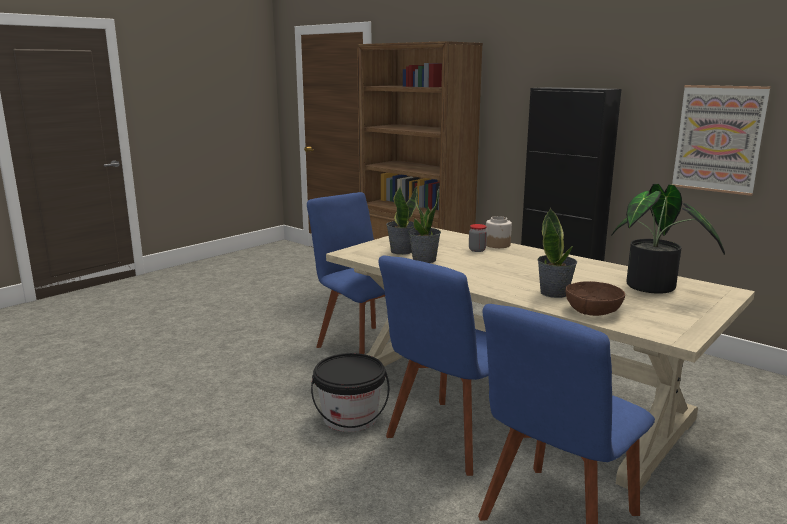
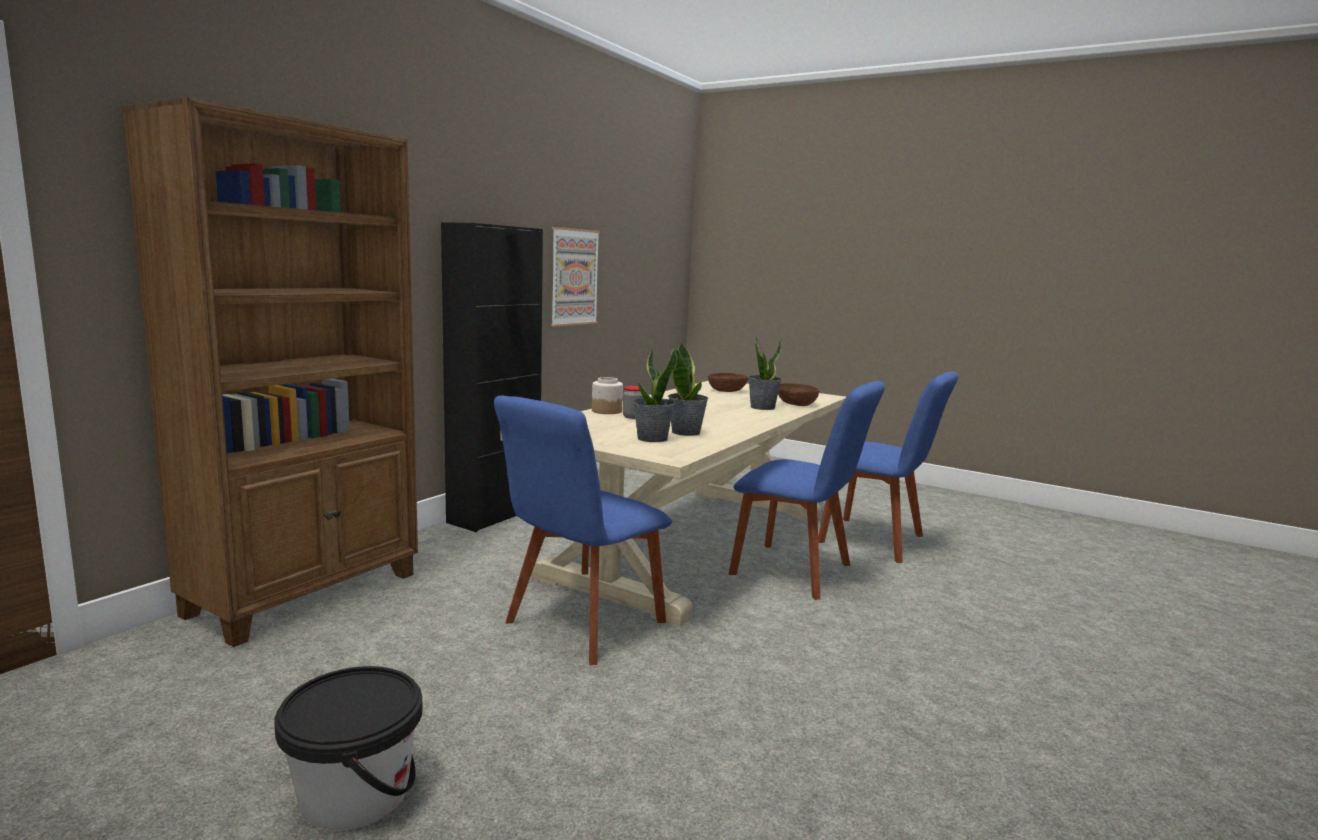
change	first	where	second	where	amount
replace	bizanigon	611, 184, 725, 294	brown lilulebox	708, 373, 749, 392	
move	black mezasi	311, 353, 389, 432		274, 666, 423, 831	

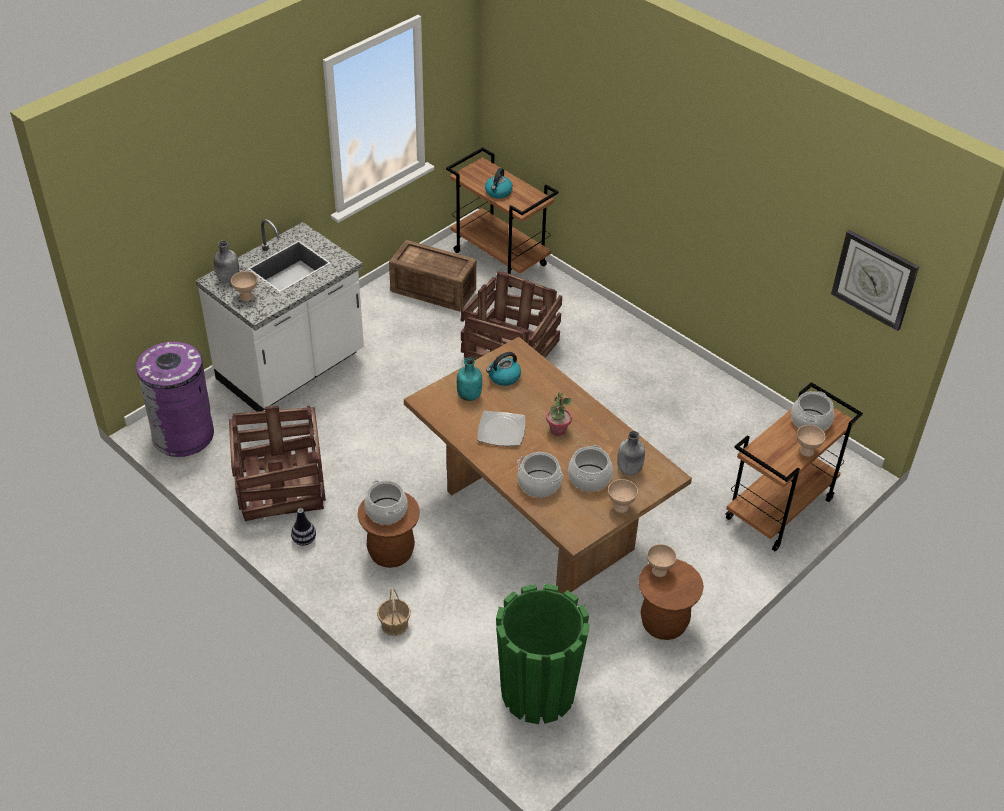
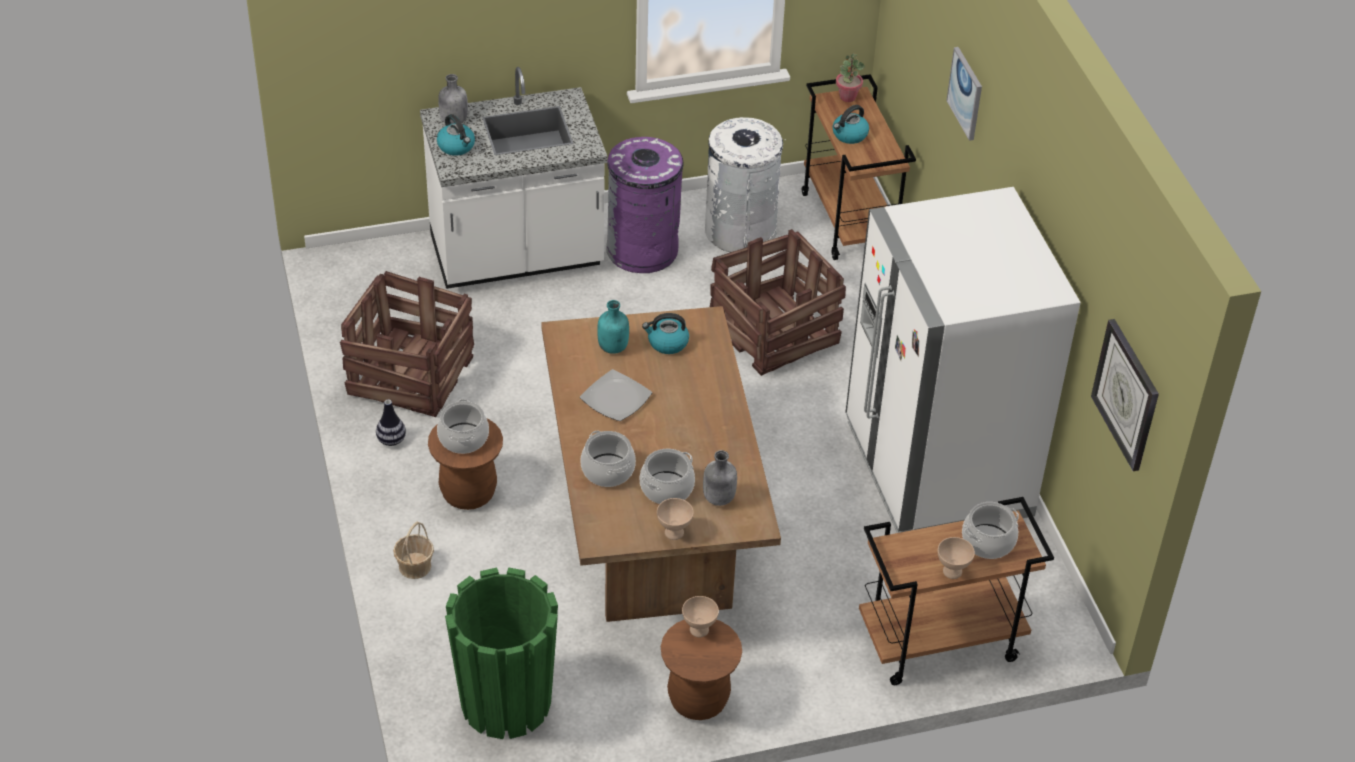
change	first	where	second	where	amount
replace	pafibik	389, 240, 476, 311	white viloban	705, 117, 786, 252	
replace	beige lilulebox	231, 271, 257, 301	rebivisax	437, 114, 475, 156	
move	purple viloban	136, 342, 214, 457		606, 137, 683, 273	
move	bizanigon	546, 392, 572, 436		836, 53, 865, 102	
insert			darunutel	946, 47, 982, 141	
insert			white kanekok	846, 187, 1080, 533	

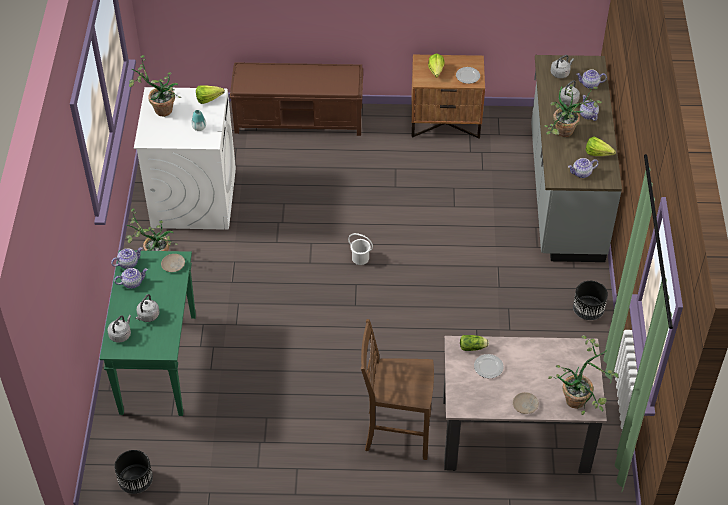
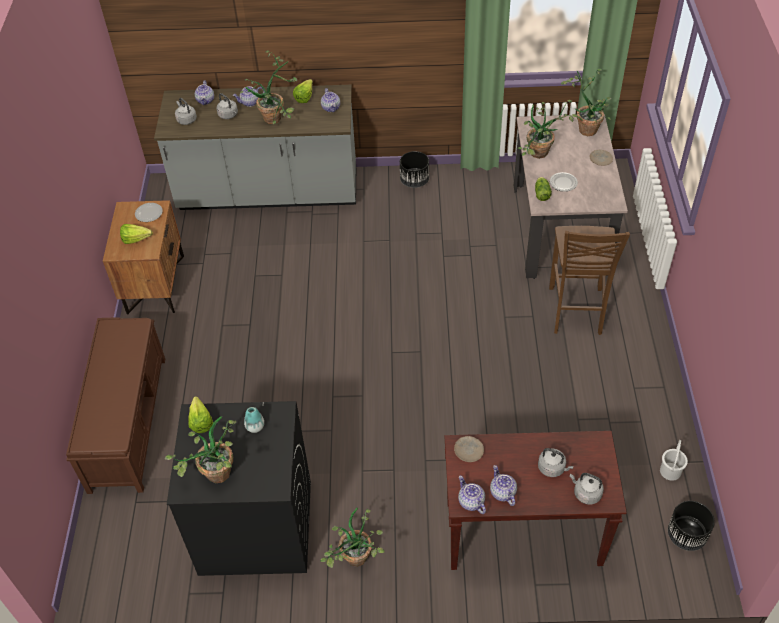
change	first	where	second	where	amount
recolor	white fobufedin	134, 87, 236, 230	black fobufedin	167, 401, 311, 576	
move	white mezasi	348, 233, 373, 265		660, 440, 688, 481	
recolor	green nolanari	100, 250, 196, 416	brown nolanari	445, 431, 627, 570	
insert			bizanigon	518, 100, 578, 159	

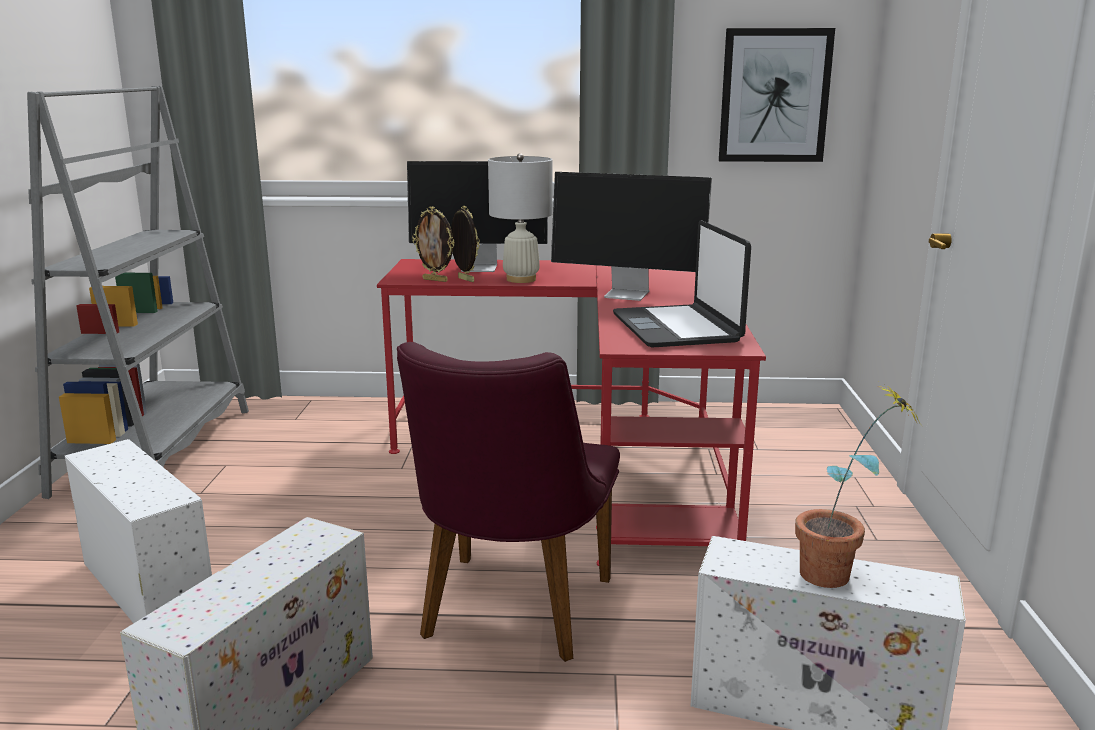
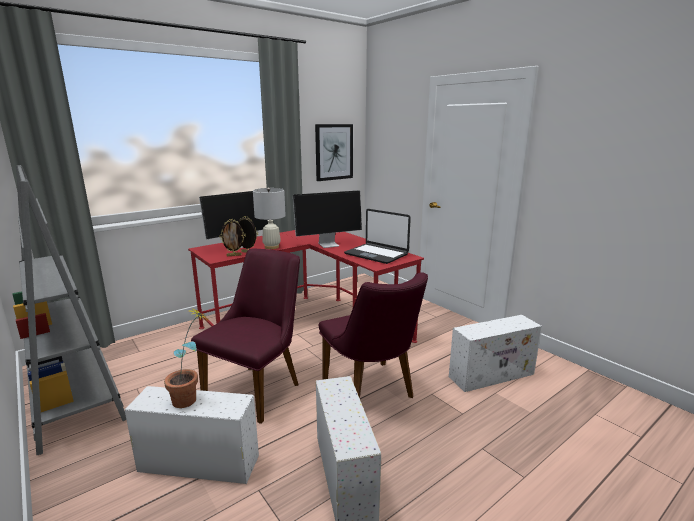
change	first	where	second	where	amount
move	bizanigon	795, 382, 920, 588		164, 307, 211, 408	
insert			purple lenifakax	191, 248, 300, 424	

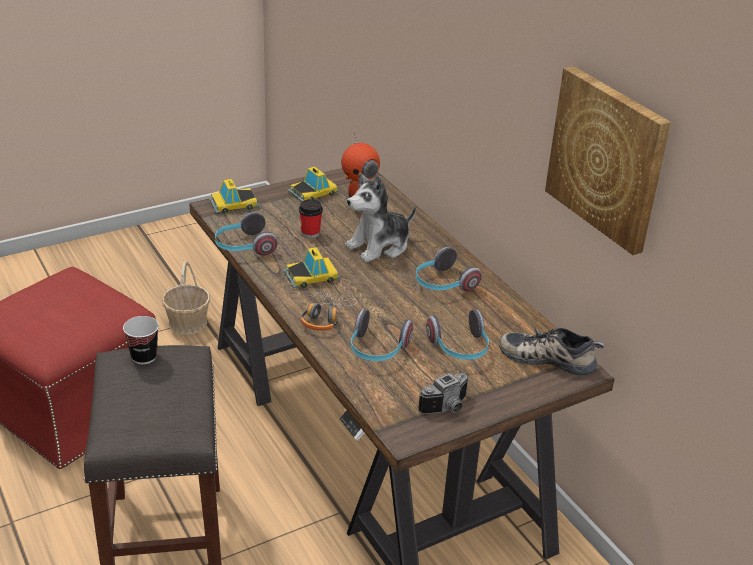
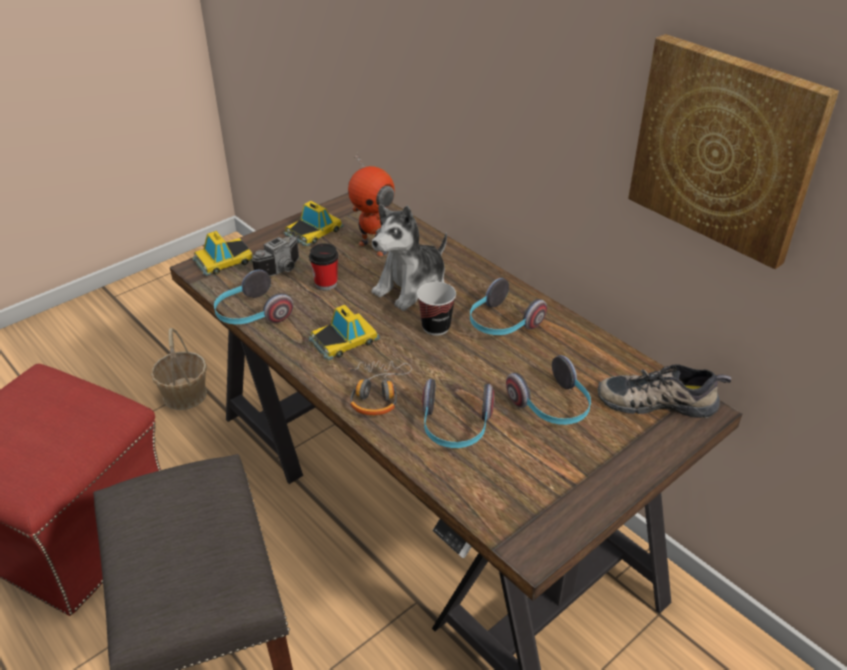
change	first	where	second	where	amount
move	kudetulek	123, 316, 159, 364		417, 282, 456, 336	
move	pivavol	418, 373, 469, 414		252, 236, 299, 276	

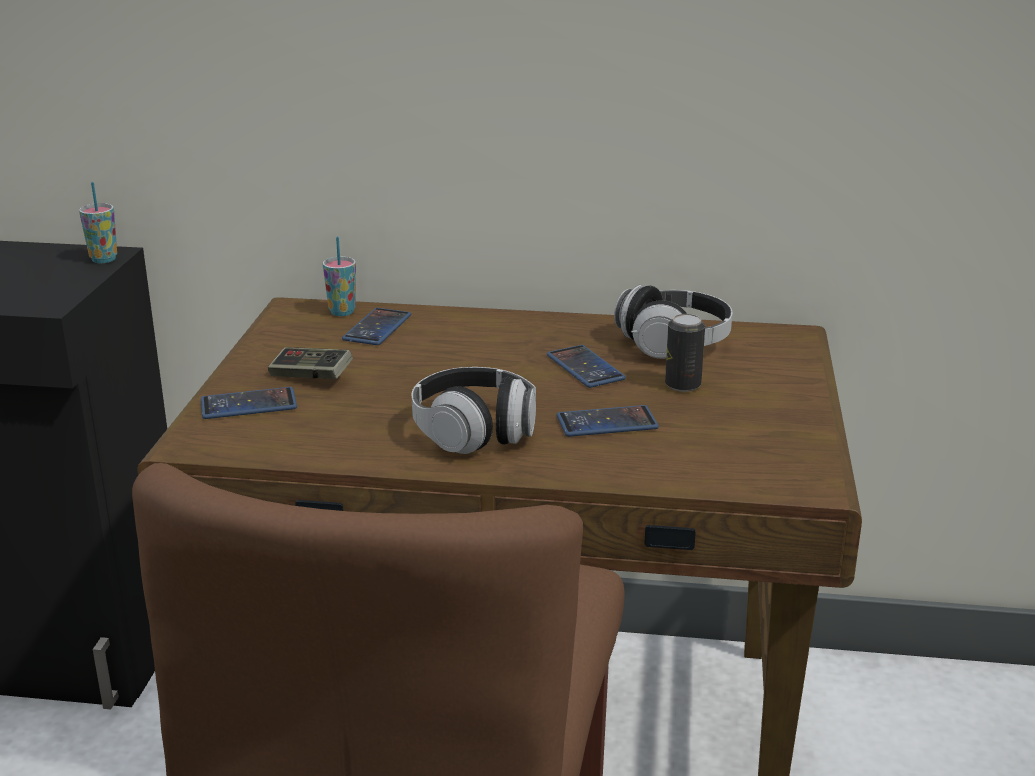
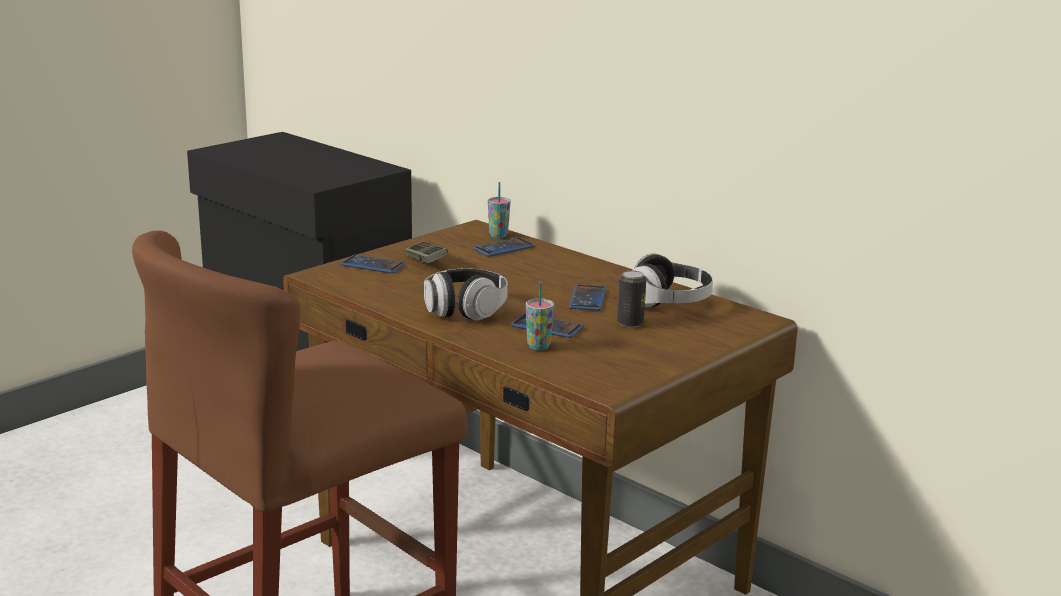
change	first	where	second	where	amount
move	kudetulek	79, 182, 117, 263		526, 281, 554, 350	

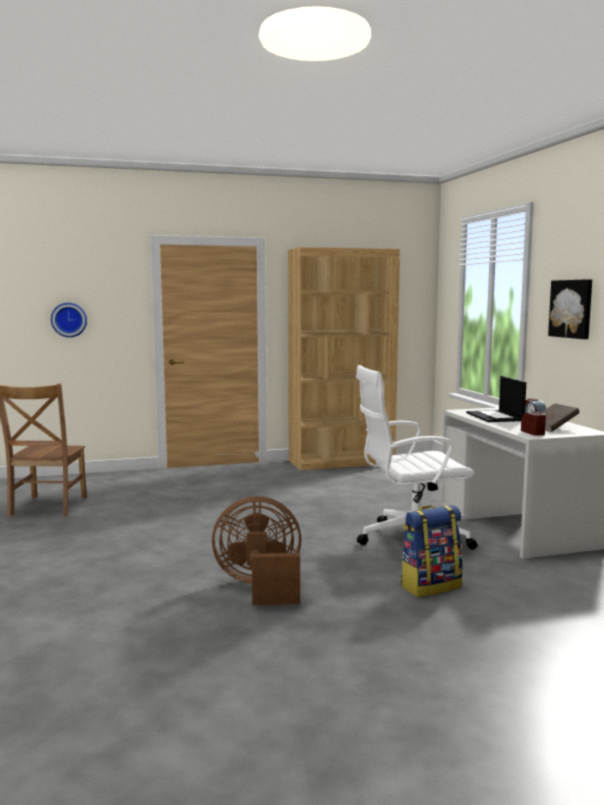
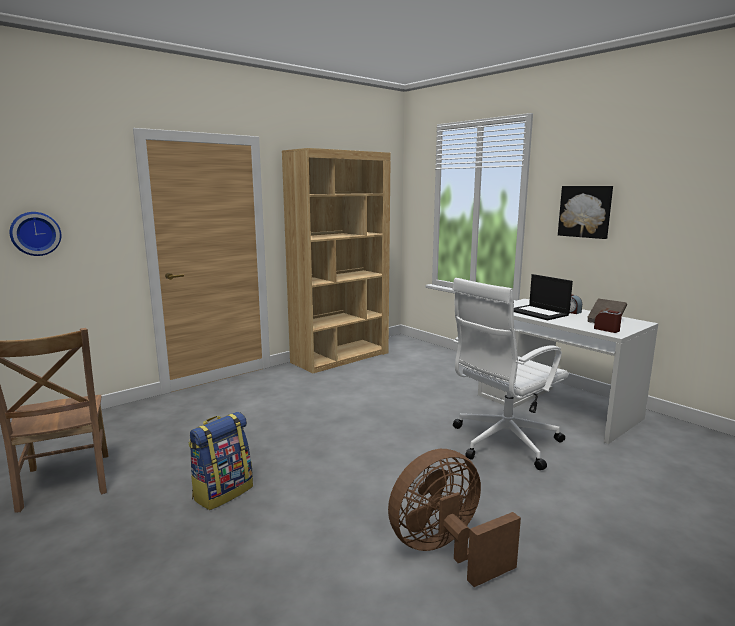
change	first	where	second	where	amount
move	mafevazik	401, 505, 463, 597		188, 412, 253, 510	

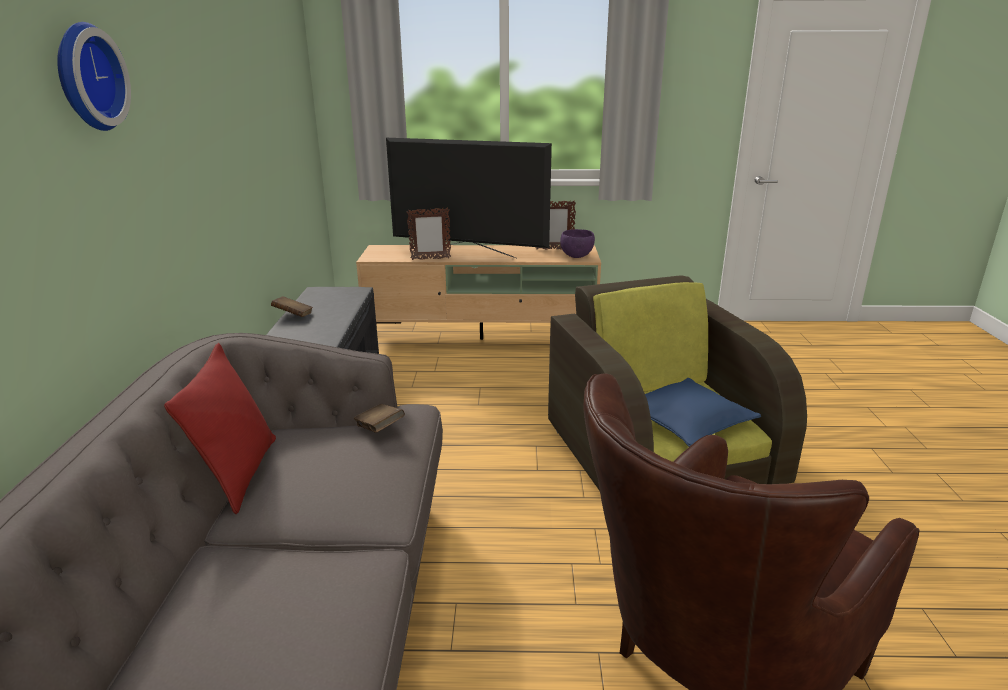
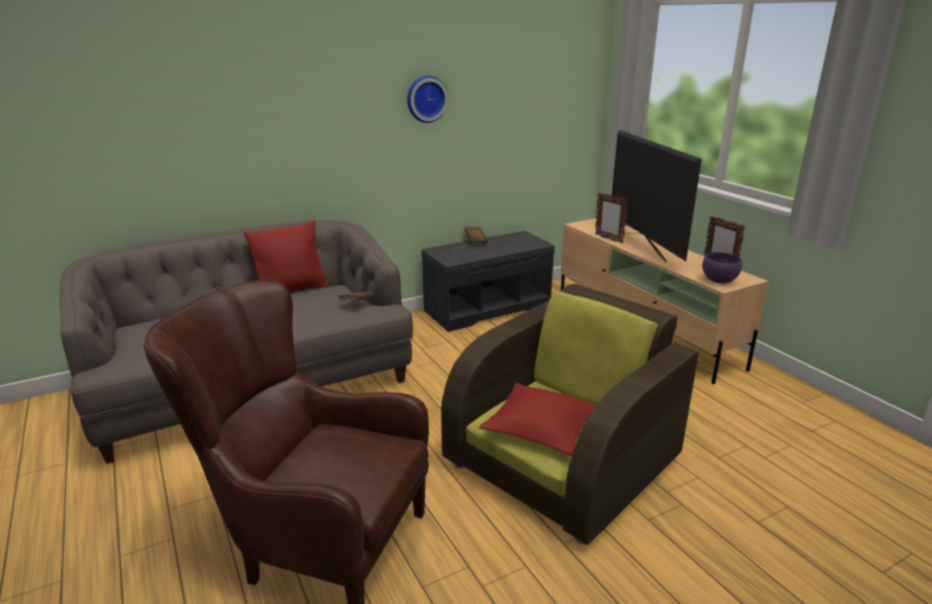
change	first	where	second	where	amount
move	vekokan	57, 22, 131, 131		407, 75, 448, 123	
recolor	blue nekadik	645, 378, 761, 447	red nekadik	479, 383, 597, 456	

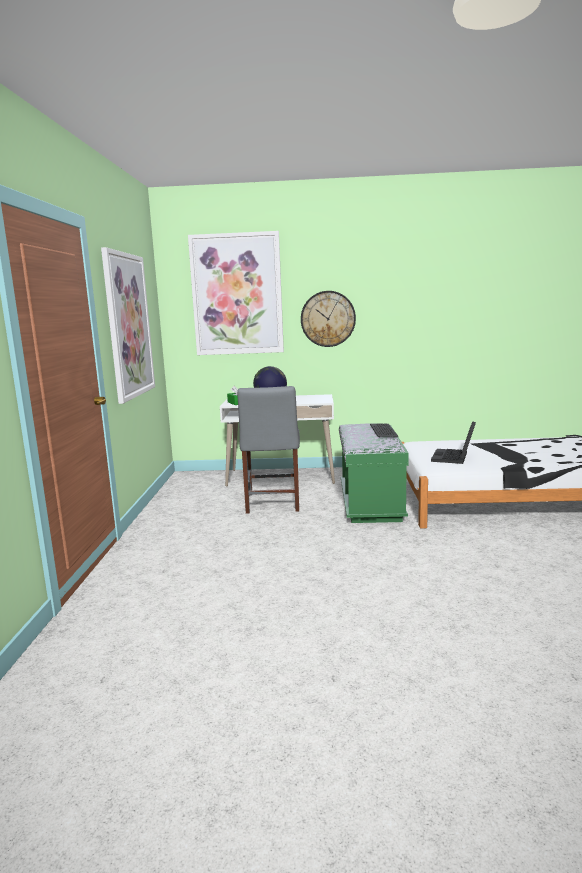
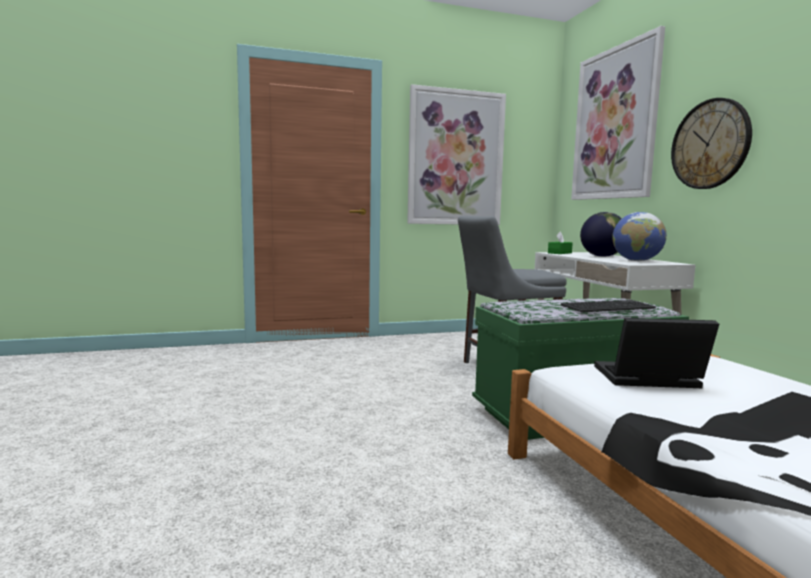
change	first	where	second	where	amount
insert			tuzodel	612, 212, 667, 261	

